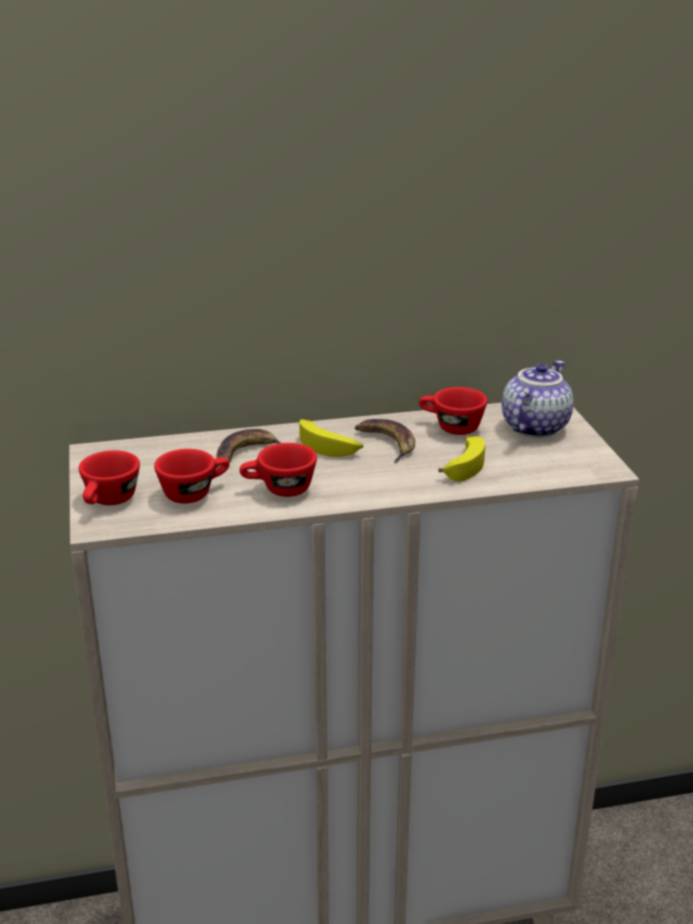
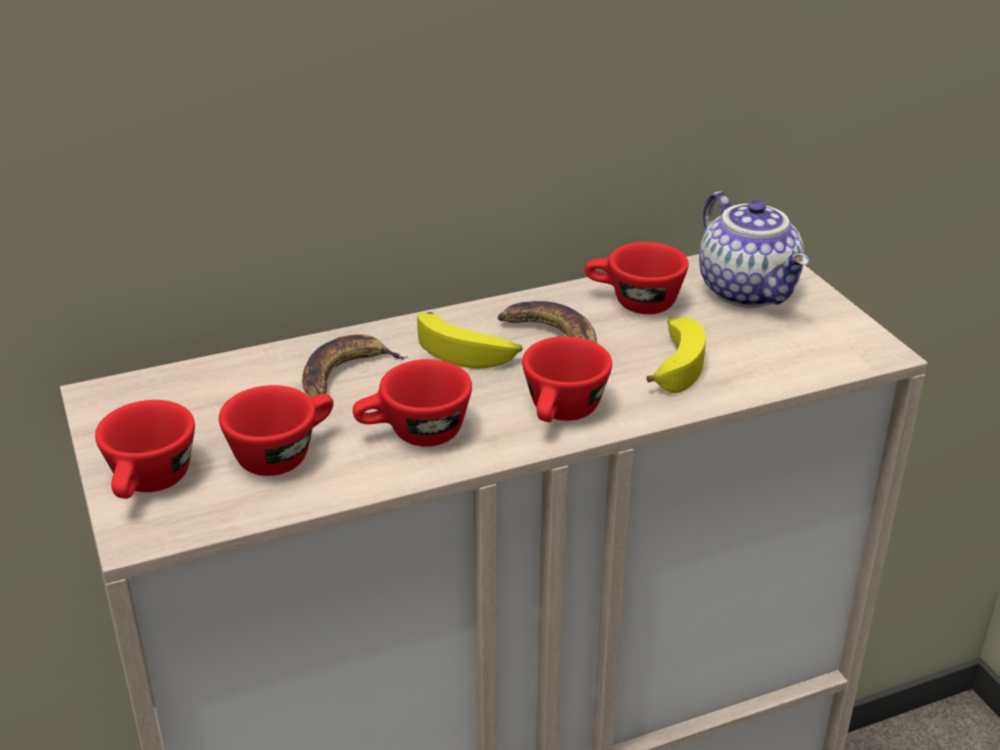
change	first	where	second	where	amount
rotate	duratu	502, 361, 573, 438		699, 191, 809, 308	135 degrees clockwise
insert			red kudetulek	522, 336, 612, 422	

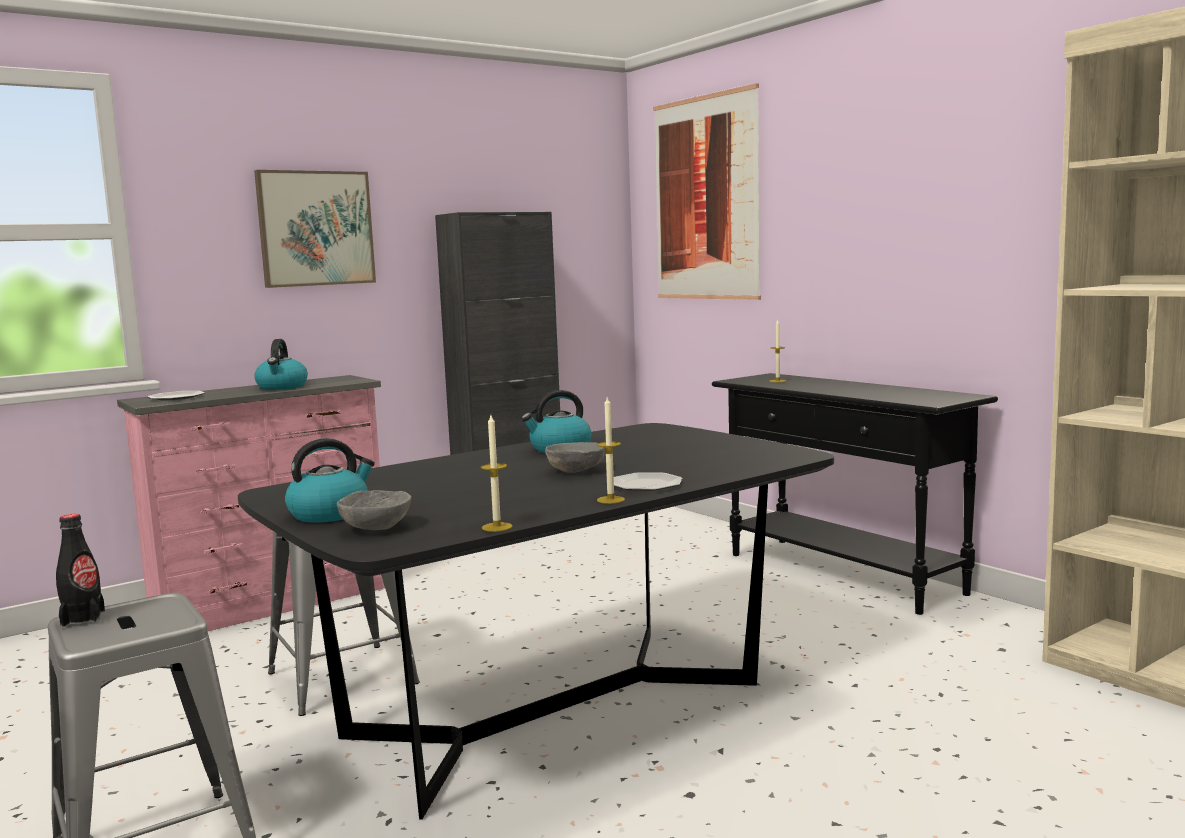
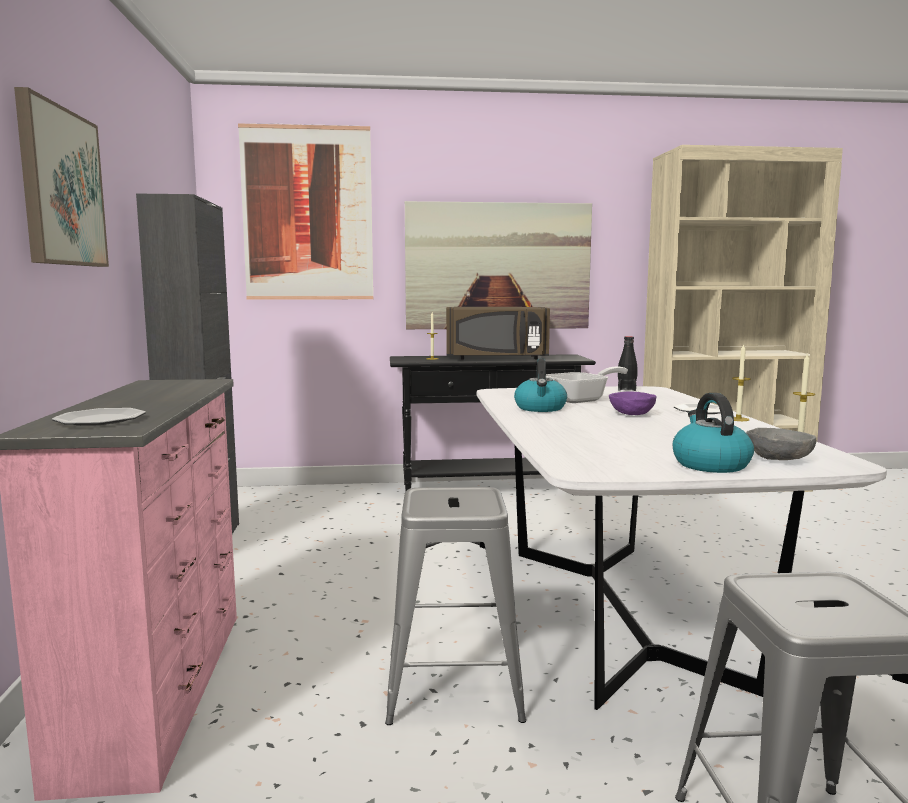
change	first	where	second	where	amount
delete	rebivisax	254, 339, 308, 390			
recolor	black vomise	238, 423, 834, 819	white vomise	477, 386, 887, 710	
recolor	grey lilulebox	545, 442, 605, 473	purple lilulebox	609, 392, 657, 415	
move	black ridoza	56, 514, 105, 627		618, 336, 638, 391	
insert			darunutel	405, 201, 592, 329	
insert			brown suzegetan	446, 307, 550, 360	
insert			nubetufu	546, 366, 628, 403	

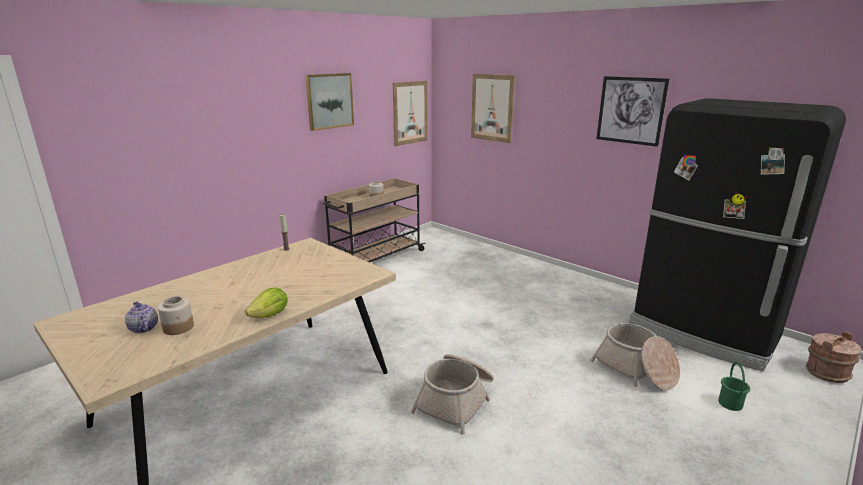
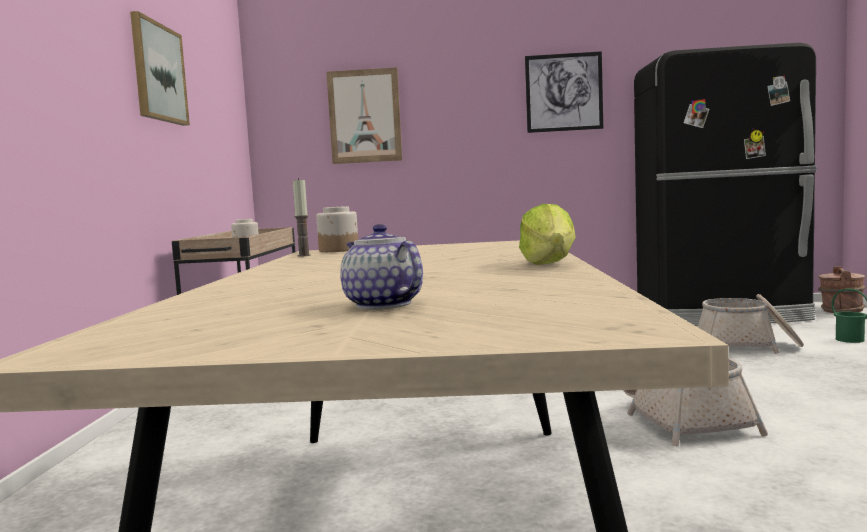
change	first	where	second	where	amount
delete	darunutel	393, 81, 428, 146			
move	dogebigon	158, 296, 194, 335		316, 206, 358, 252	
rotate	duratu	125, 301, 158, 333		340, 224, 423, 310	45 degrees clockwise

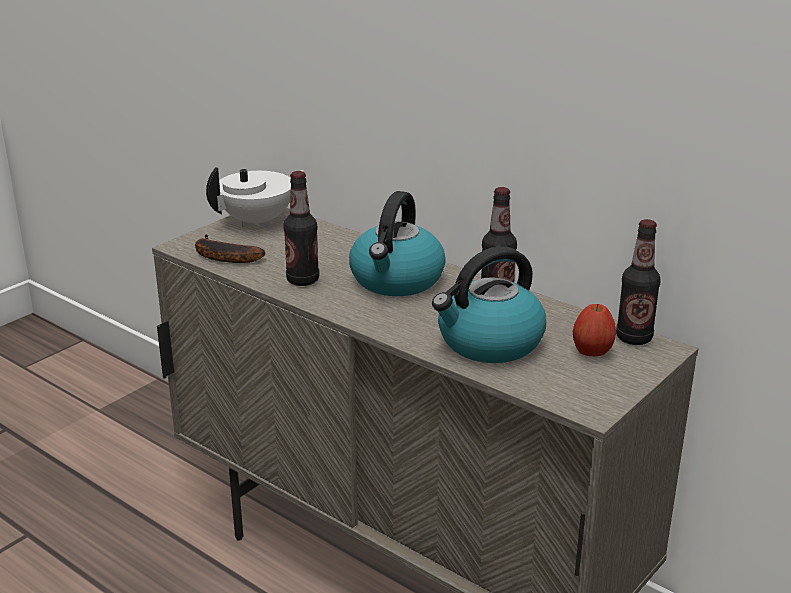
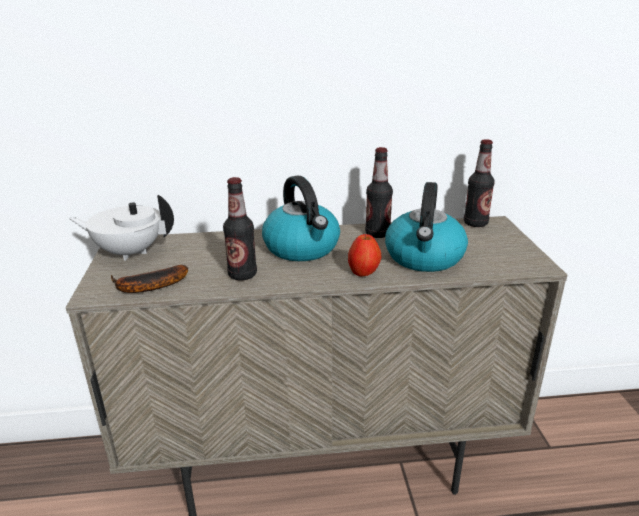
change	first	where	second	where	amount
rotate	white duratu	206, 167, 304, 229		69, 195, 174, 261	90 degrees counterclockwise
move	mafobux	573, 304, 616, 356		348, 234, 381, 276	

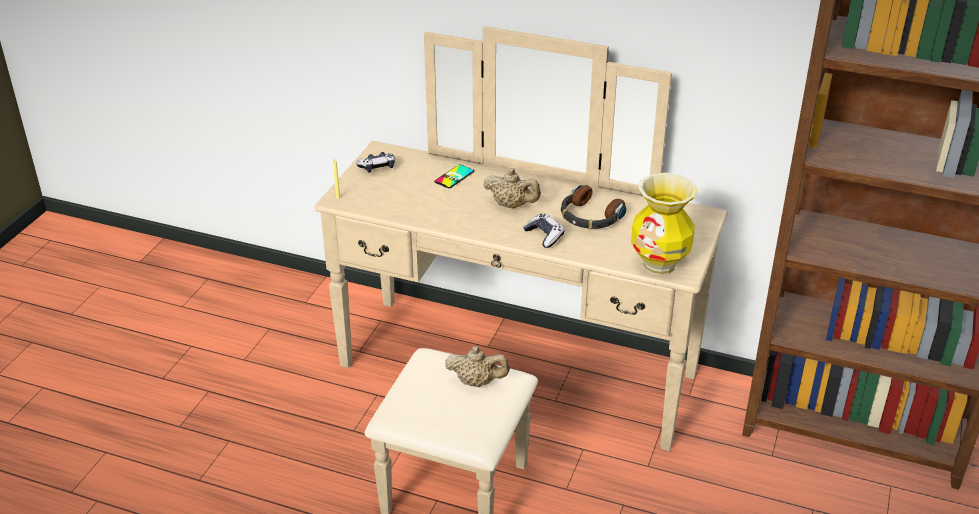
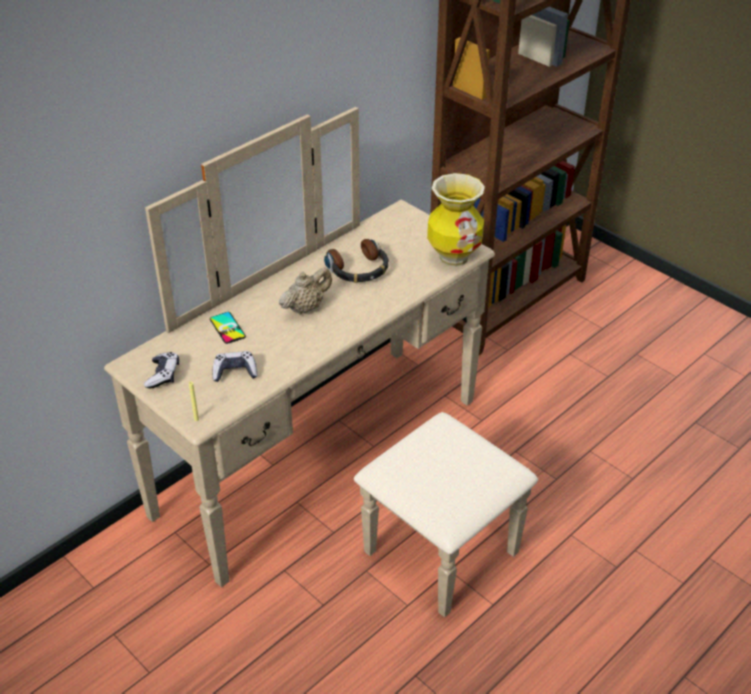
change	first	where	second	where	amount
move	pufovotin	523, 214, 564, 248		213, 351, 258, 382	
delete	beige duratu	445, 346, 510, 387			

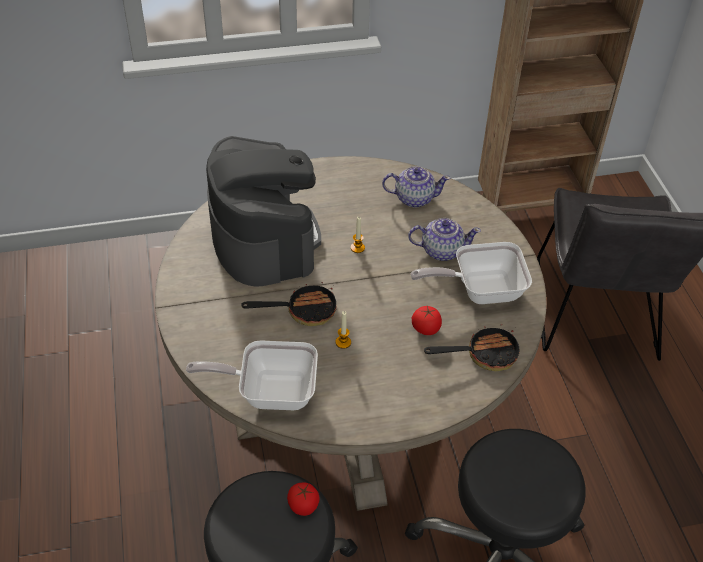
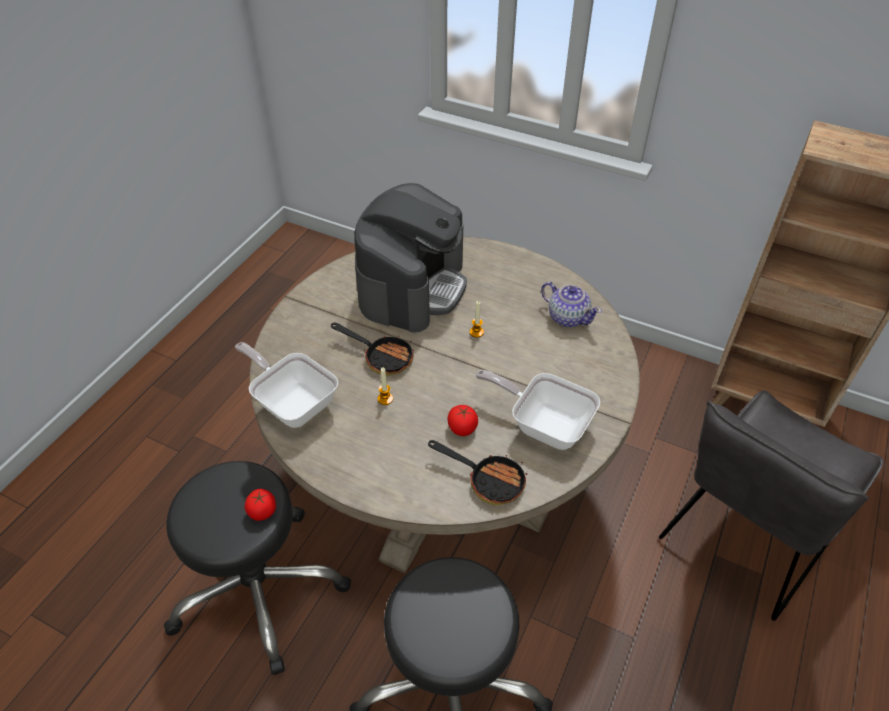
change	first	where	second	where	amount
delete	duratu	408, 218, 481, 261			

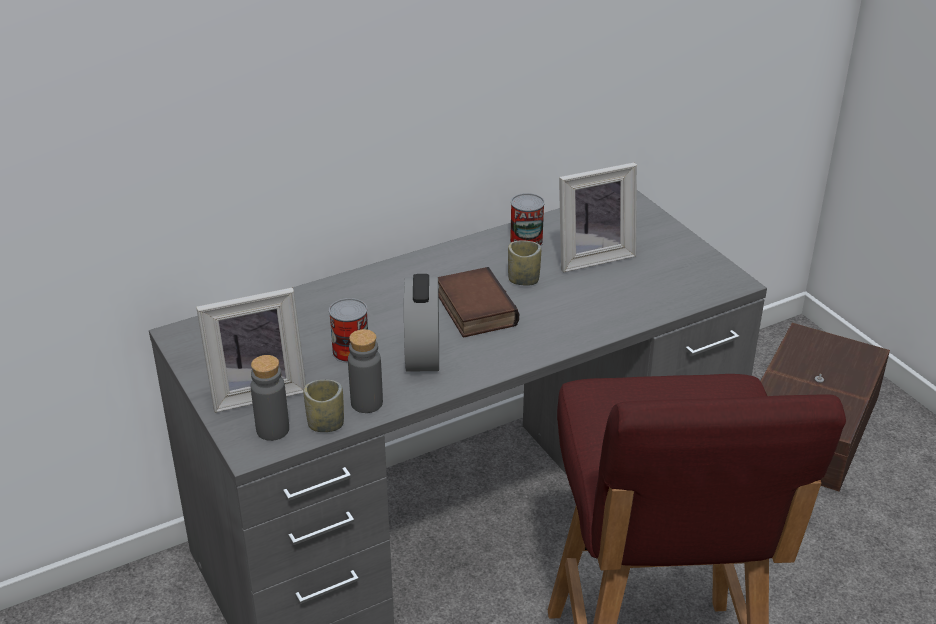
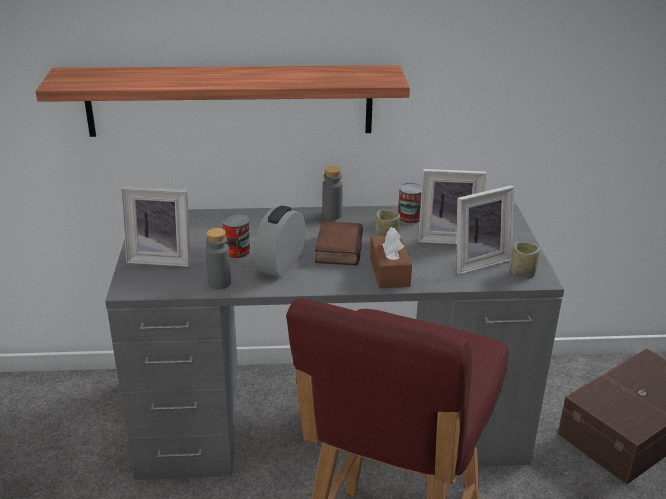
change	first	where	second	where	amount
move	grey ridoza	251, 355, 289, 441		322, 166, 343, 220	
move	kudetulek	304, 380, 344, 432		511, 242, 540, 278	
insert			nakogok	35, 65, 410, 137	
insert			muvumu	457, 185, 514, 275	
insert			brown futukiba	370, 227, 412, 288	

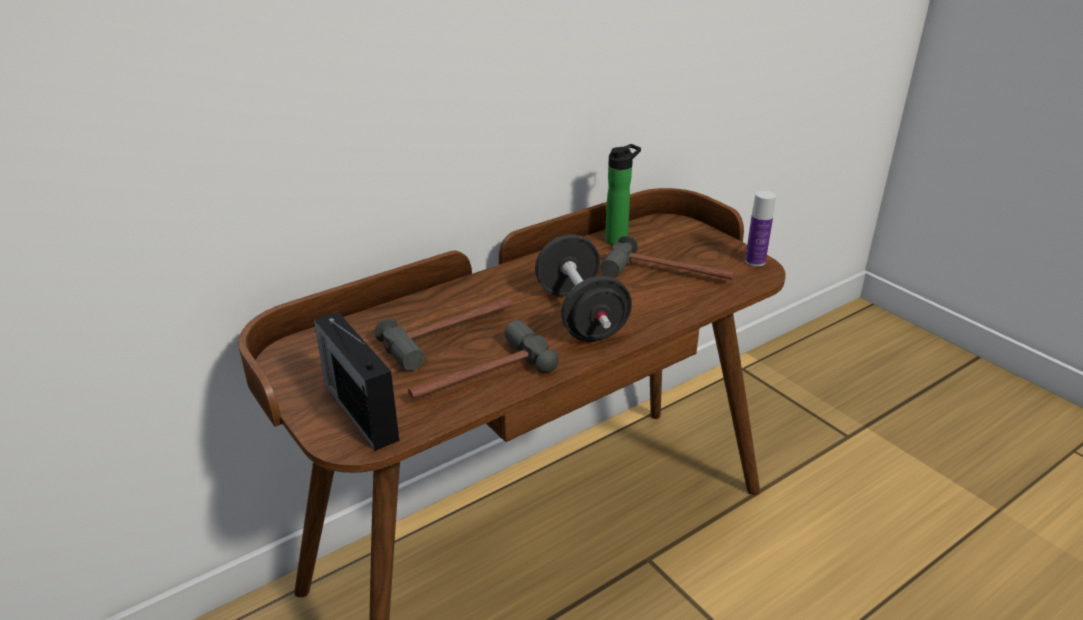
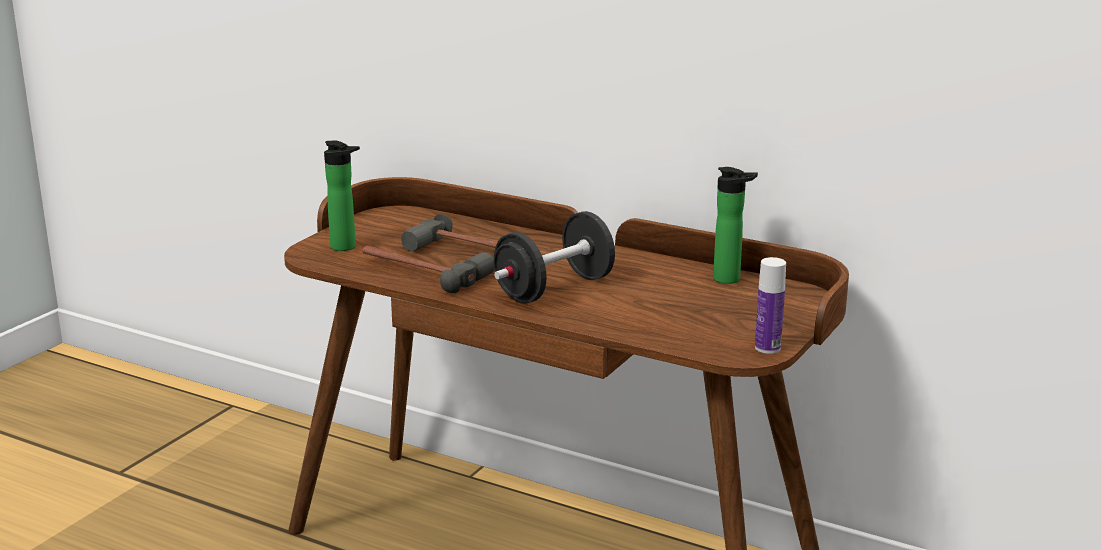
change	first	where	second	where	amount
delete	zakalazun	601, 236, 734, 280			
replace	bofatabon	314, 312, 399, 451	ridoza	324, 140, 360, 251	

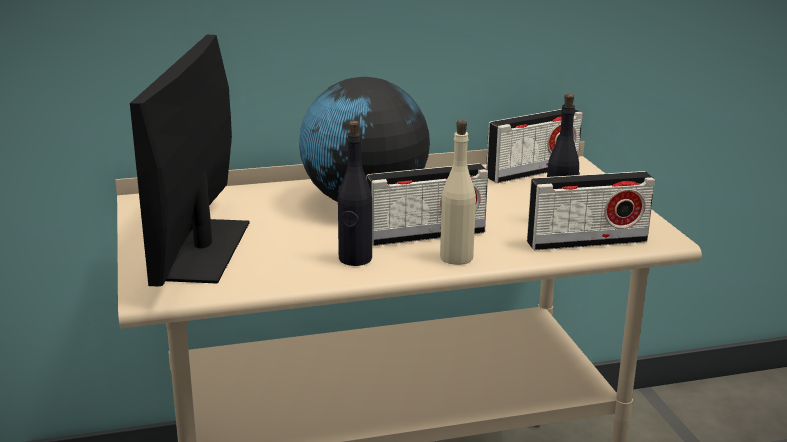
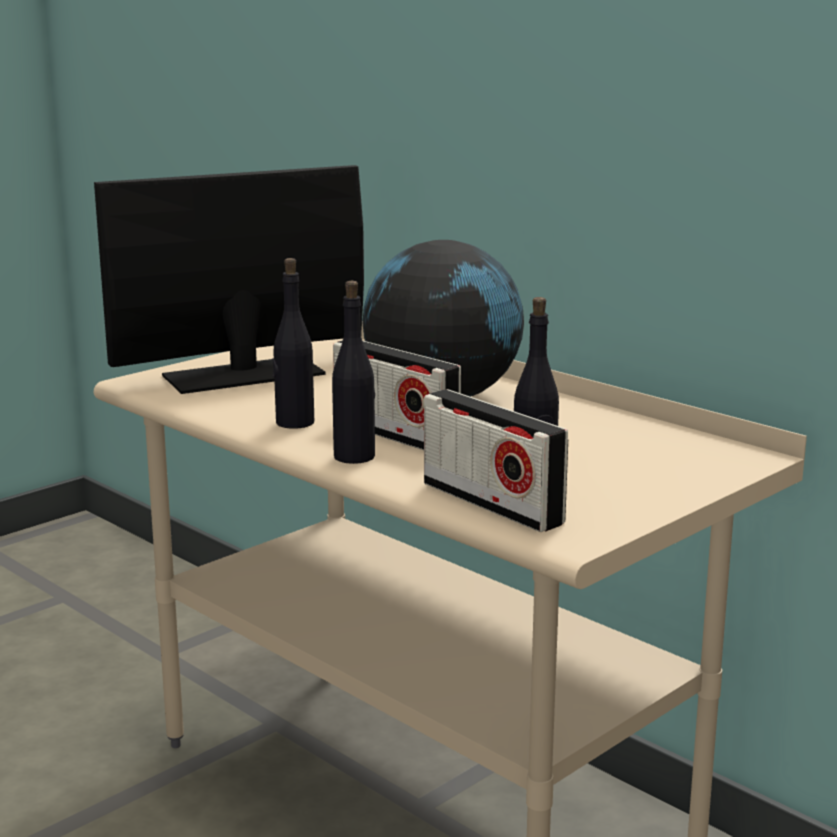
change	first	where	second	where	amount
delete	bofatabon	486, 109, 583, 183			
recolor	beige ridoza	440, 120, 476, 265	black ridoza	332, 281, 375, 464	

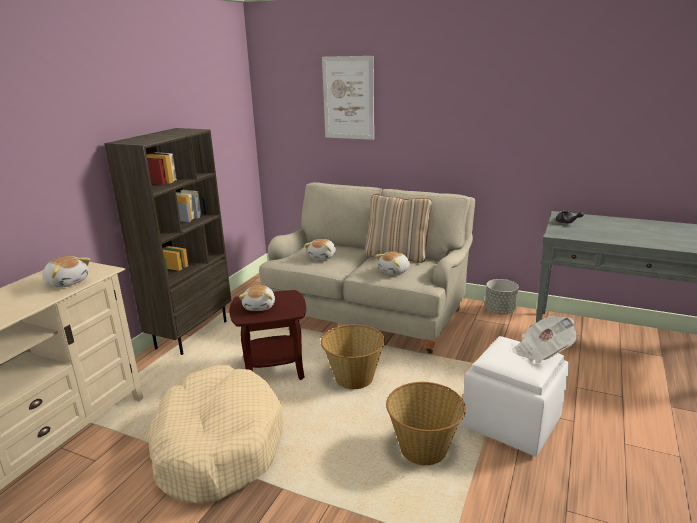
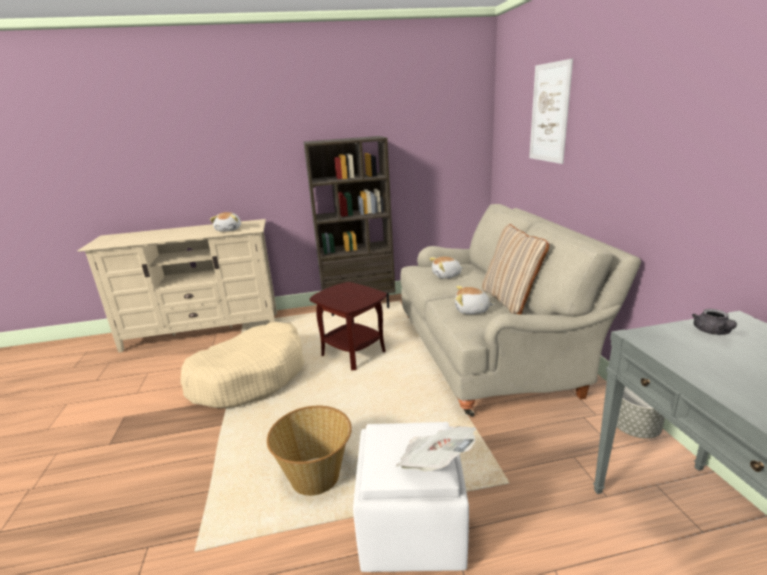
change	first	where	second	where	amount
delete	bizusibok	239, 285, 275, 311			
delete	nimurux	321, 325, 385, 389			

